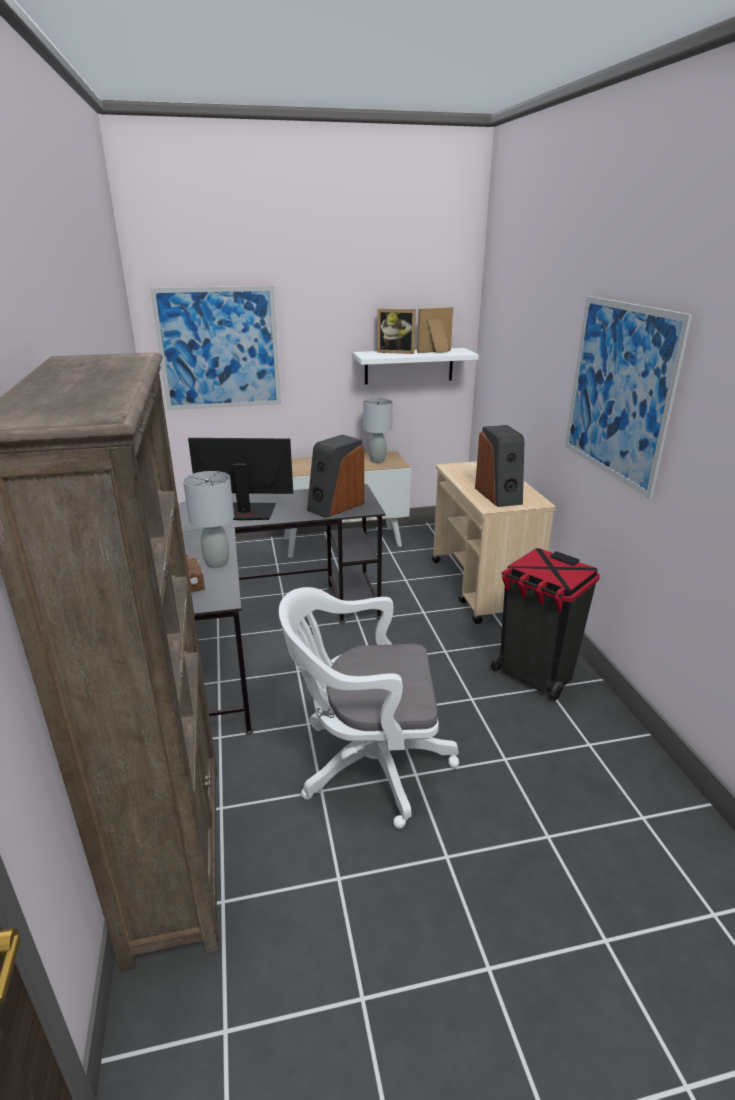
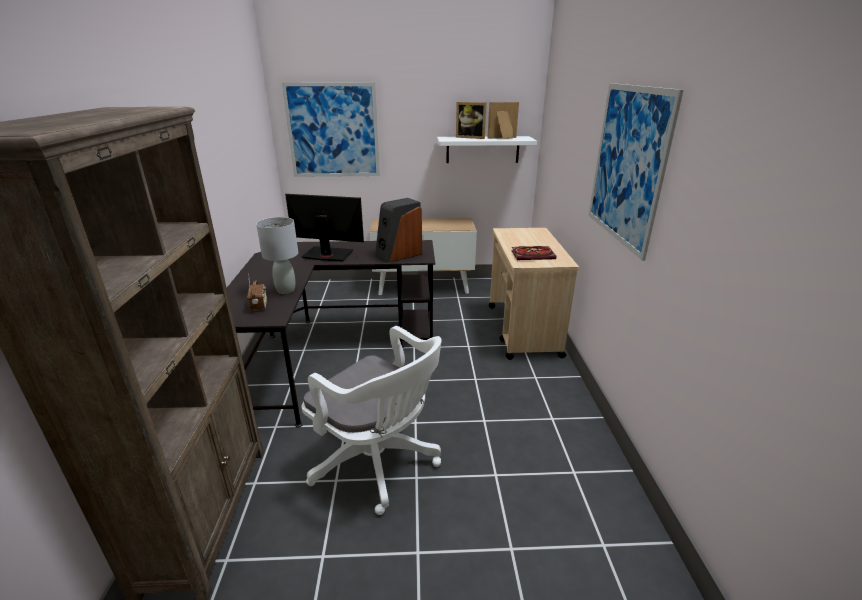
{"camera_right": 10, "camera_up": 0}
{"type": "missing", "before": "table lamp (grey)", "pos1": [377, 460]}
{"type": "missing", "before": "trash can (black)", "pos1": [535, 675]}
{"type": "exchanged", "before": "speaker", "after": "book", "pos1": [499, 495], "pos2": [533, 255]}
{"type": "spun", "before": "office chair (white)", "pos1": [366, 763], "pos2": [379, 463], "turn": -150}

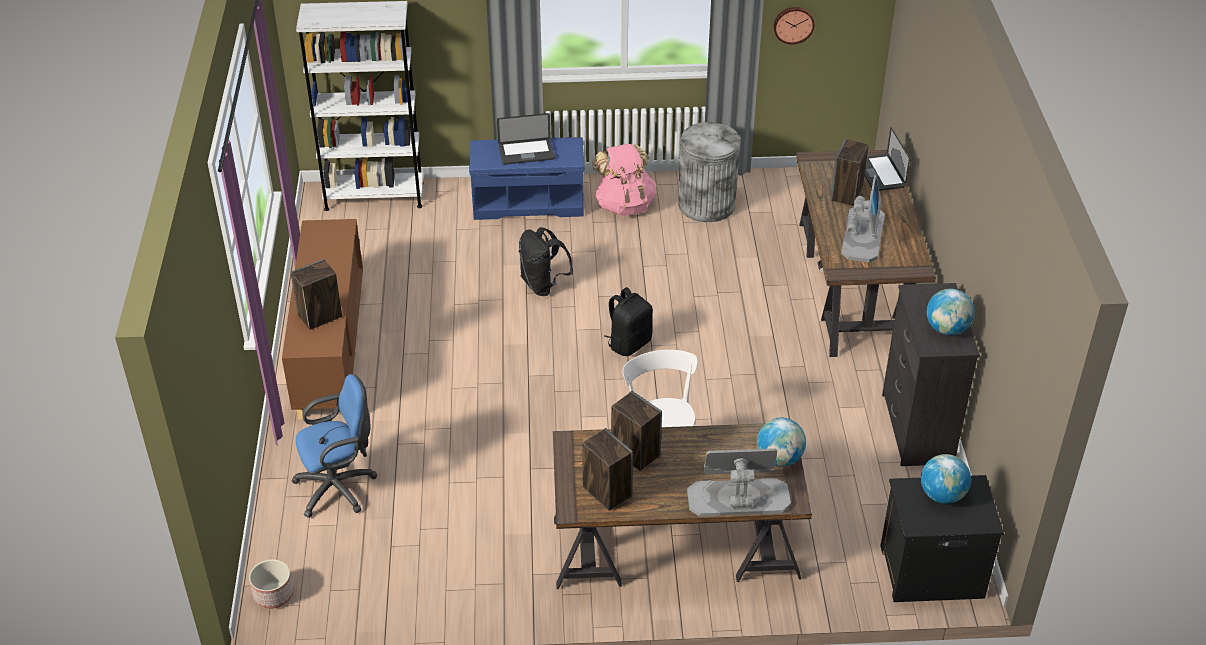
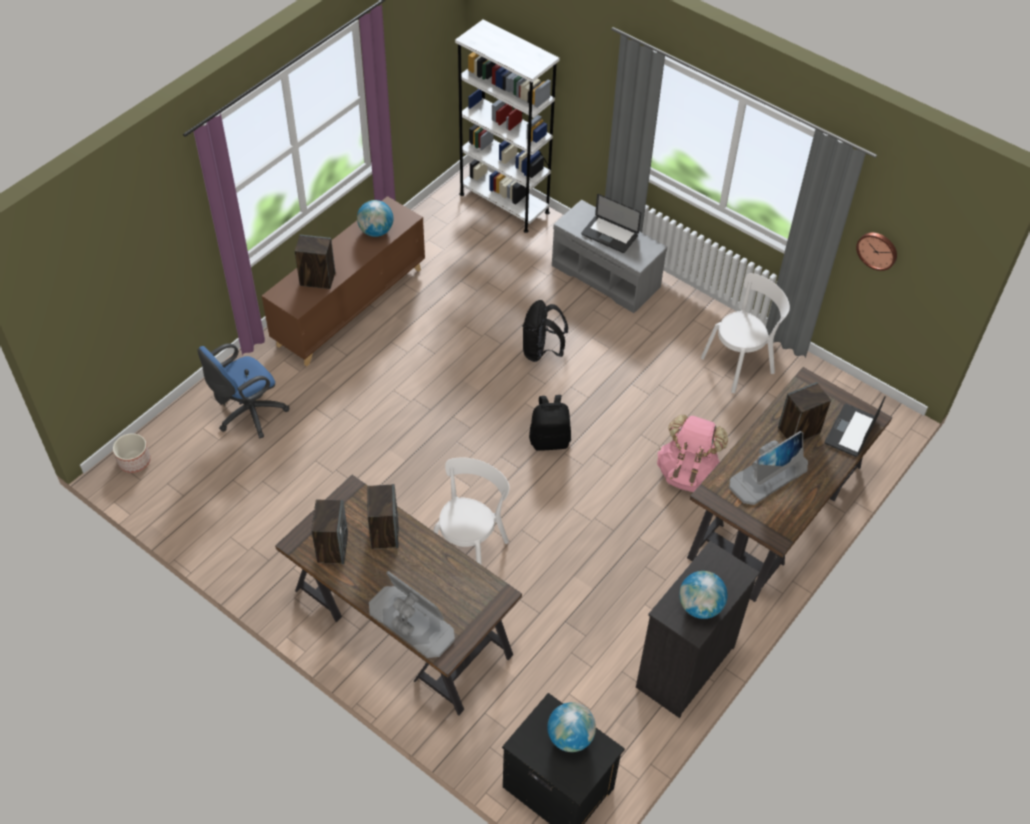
{"camera_right": 40, "camera_up": 10}
{"type": "relocated", "before": "backpack (pink)", "pos1": [624, 205], "pos2": [688, 472]}
{"type": "relocated", "before": "globe", "pos1": [779, 458], "pos2": [376, 231]}
{"type": "exchanged", "before": "trash can (grey)", "after": "chair (white)", "pos1": [707, 204], "pos2": [740, 363]}
{"type": "colour", "before": "bench (blue)", "after": "bench (grey)", "pos1": [529, 202], "pos2": [607, 276]}
{"type": "spun", "before": "office chair (blue)", "pos1": [339, 487], "pos2": [248, 414], "turn": 120}

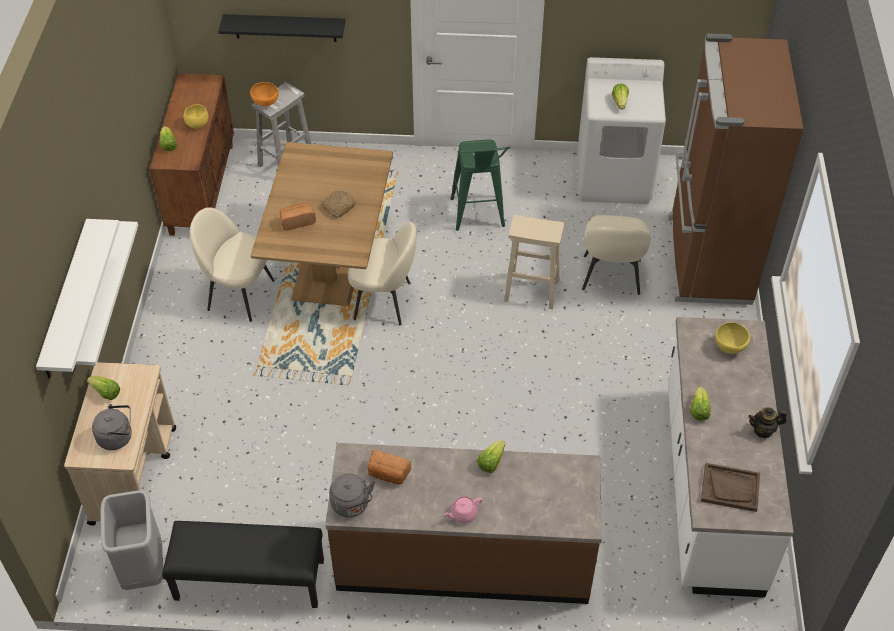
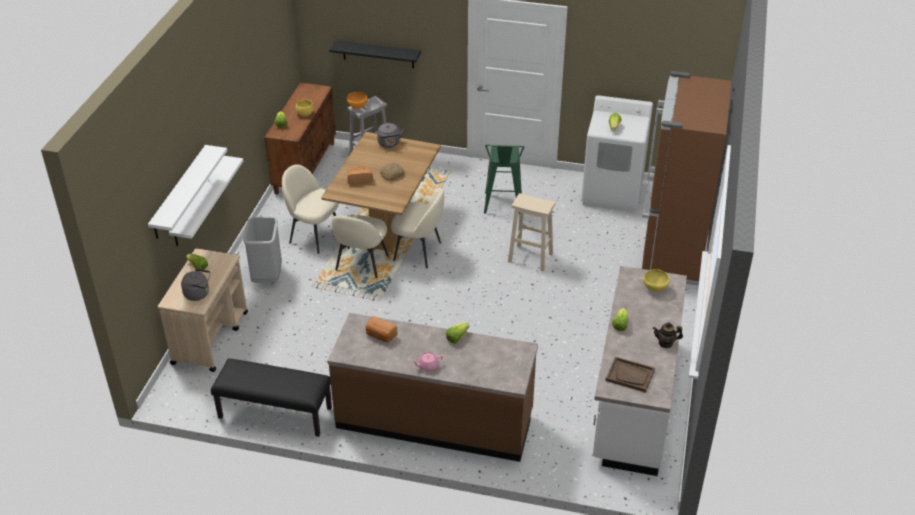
{"camera_right": 10, "camera_up": -10}
{"type": "relocated", "before": "trash can (grey)", "pos1": [142, 568], "pos2": [266, 277]}
{"type": "relocated", "before": "kettle (grey)", "pos1": [351, 506], "pos2": [389, 144]}
{"type": "relocated", "before": "chair (beige)", "pos1": [611, 276], "pos2": [361, 264]}

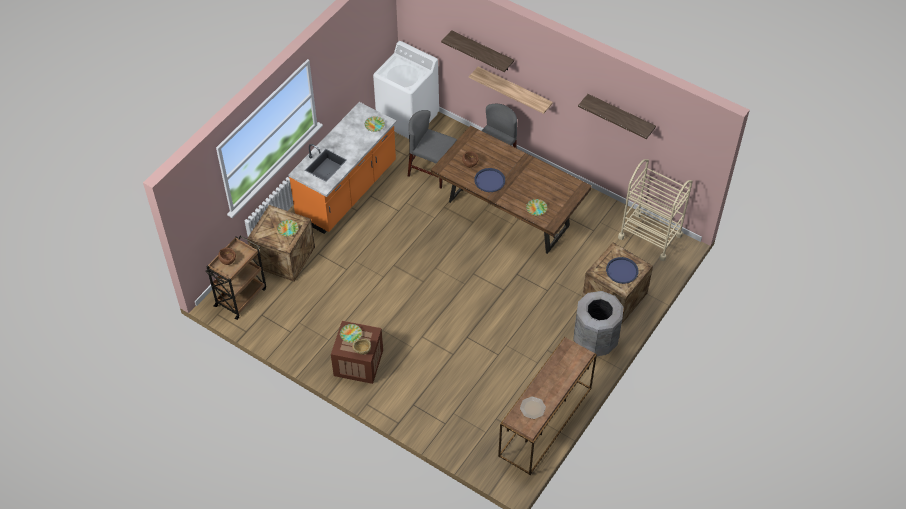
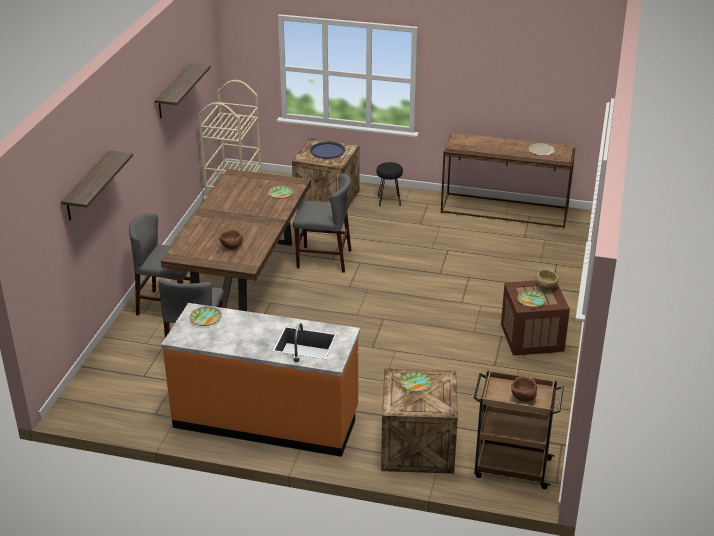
{"camera_right": -110, "camera_up": -20}
{"type": "missing", "before": "washing machine (white)", "pos1": [408, 118]}
{"type": "missing", "before": "shelf", "pos1": [514, 90]}
{"type": "missing", "before": "tray (blue)", "pos1": [489, 180]}
{"type": "appeared", "after": "chair (grey)", "pos2": [324, 259]}
{"type": "exchanged", "before": "trash can (grey)", "after": "stool (black)", "pos1": [595, 340], "pos2": [389, 201]}

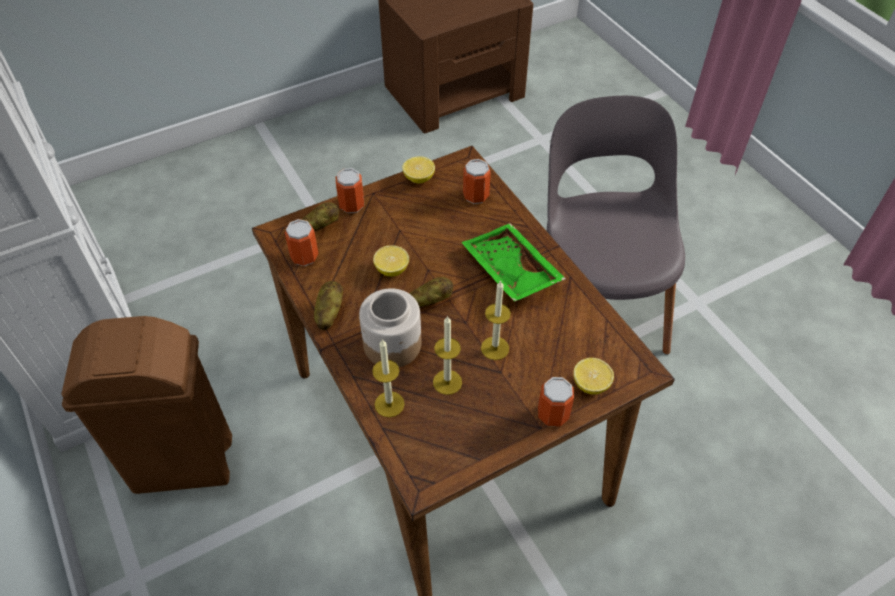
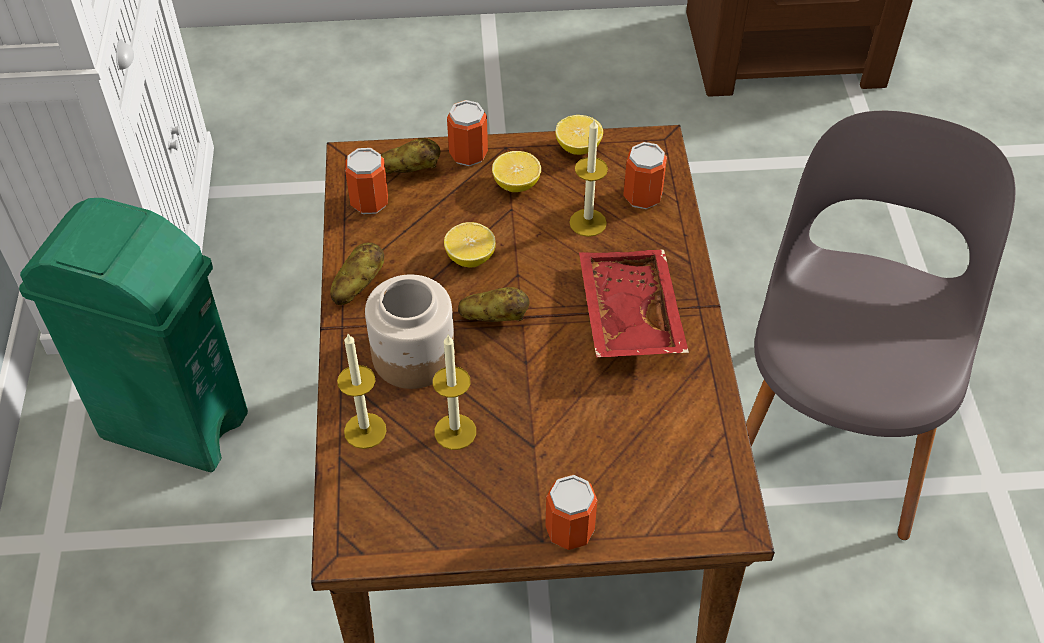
{"camera_right": 25, "camera_up": 0}
{"type": "relocated", "before": "candle", "pos1": [495, 348], "pos2": [588, 222]}
{"type": "relocated", "before": "lemon", "pos1": [590, 384], "pos2": [516, 184]}
{"type": "colour", "before": "trash can (brown)", "after": "trash can (green)", "pos1": [182, 463], "pos2": [174, 424]}
{"type": "colour", "before": "tray (green)", "after": "tray (red)", "pos1": [509, 271], "pos2": [626, 315]}

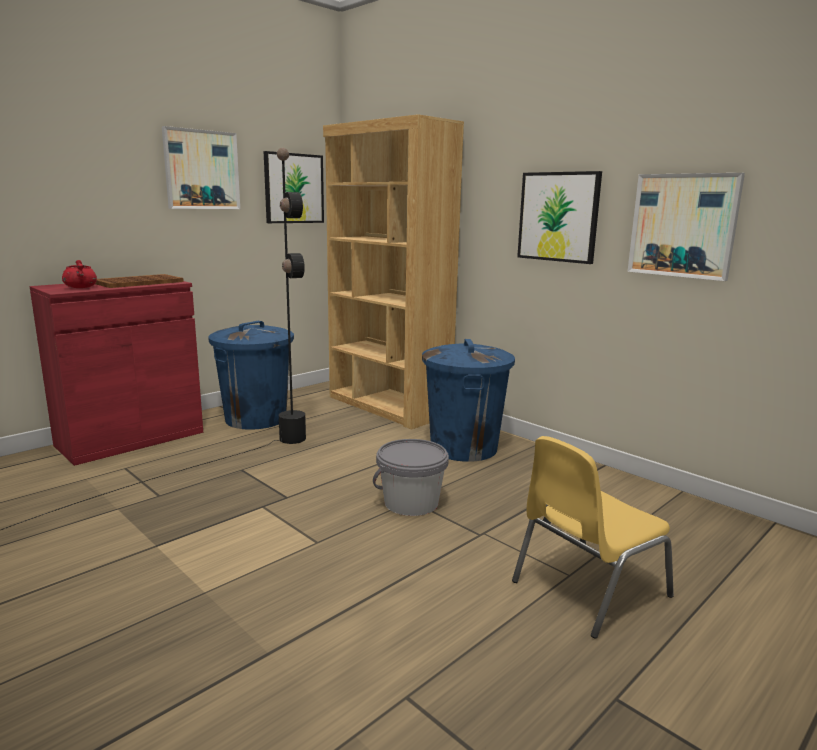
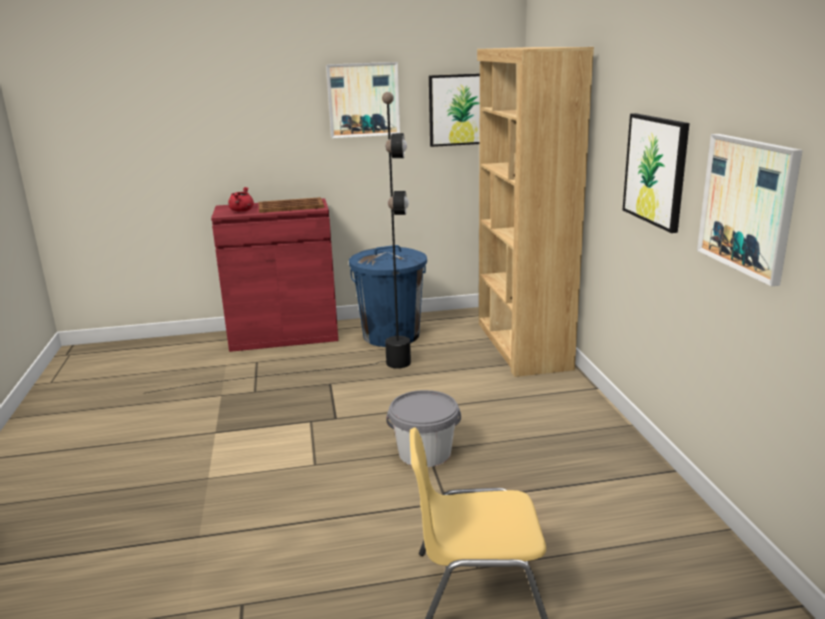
{"camera_right": 35, "camera_up": 5}
{"type": "missing", "before": "trash can (blue)", "pos1": [464, 448]}

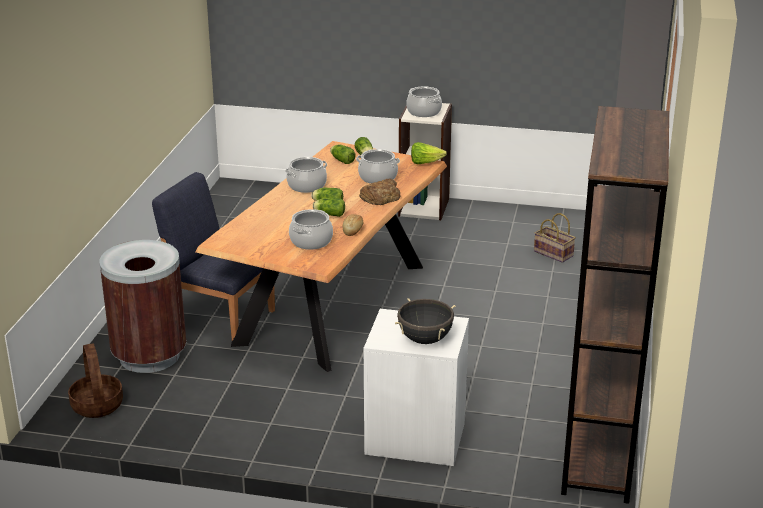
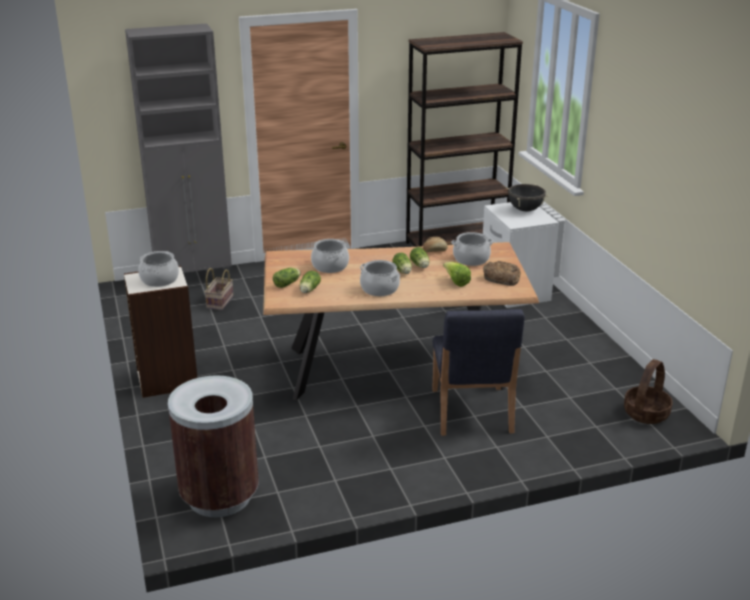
{"camera_right": -120, "camera_up": 0}
{"type": "relocated", "before": "trash can (brown)", "pos1": [150, 356], "pos2": [219, 496]}
{"type": "relocated", "before": "bread", "pos1": [380, 197], "pos2": [501, 277]}
{"type": "relocated", "before": "lettuce", "pos1": [425, 163], "pos2": [456, 282]}

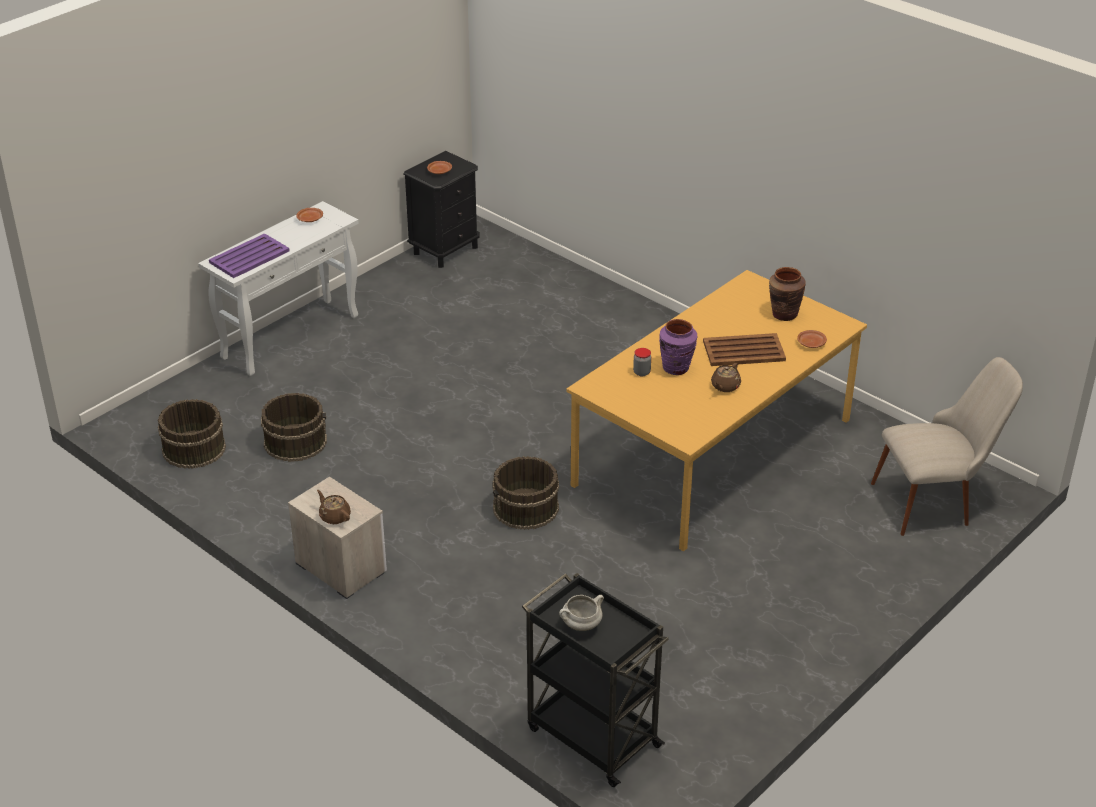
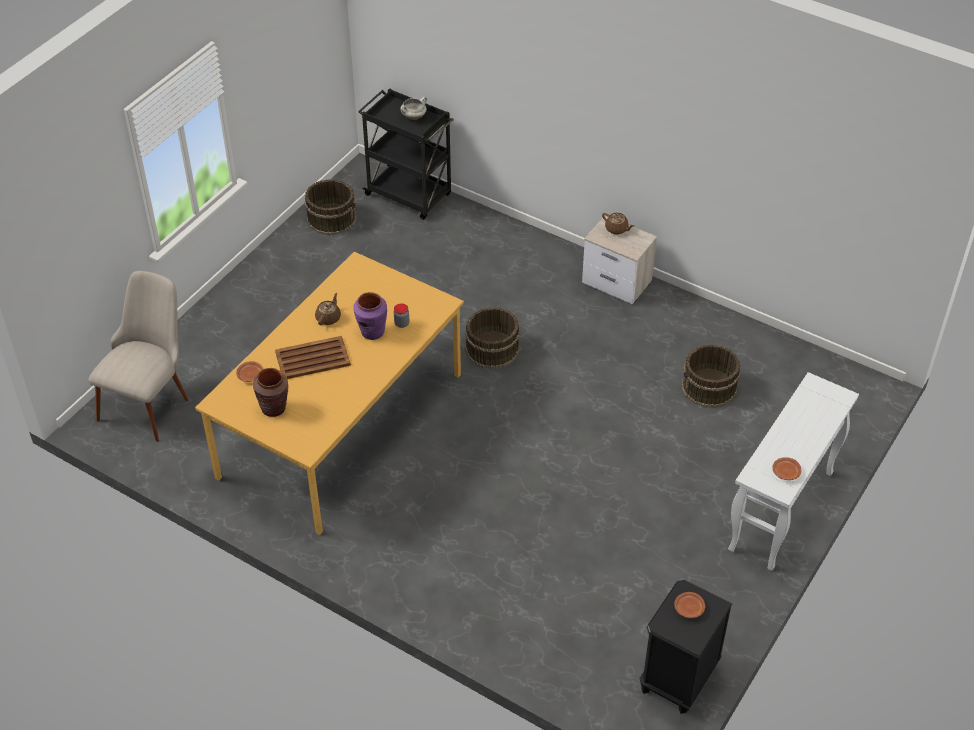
{"camera_right": 170, "camera_up": 10}
{"type": "missing", "before": "tray (purple)", "pos1": [248, 257]}
{"type": "relocated", "before": "bucket (brown)", "pos1": [193, 449], "pos2": [332, 218]}
{"type": "spun", "before": "chair (beige)", "pos1": [936, 501], "pos2": [151, 399], "turn": 135}

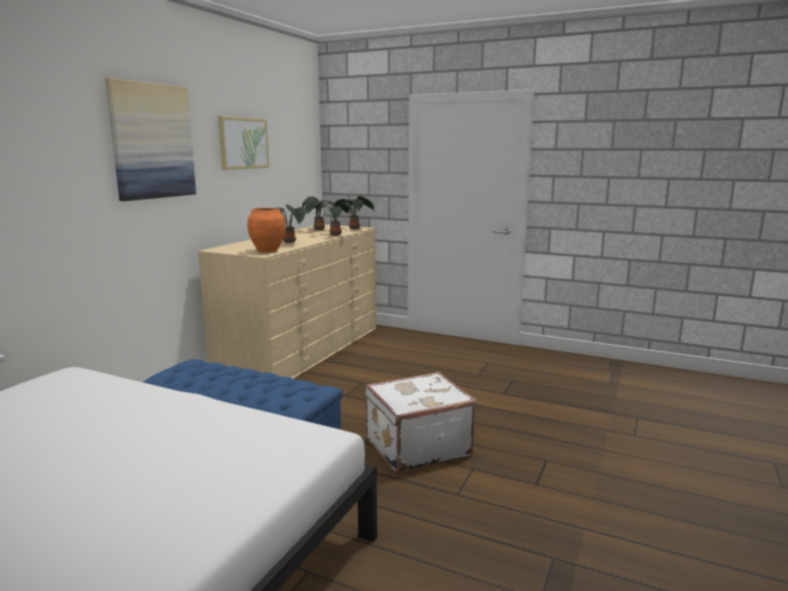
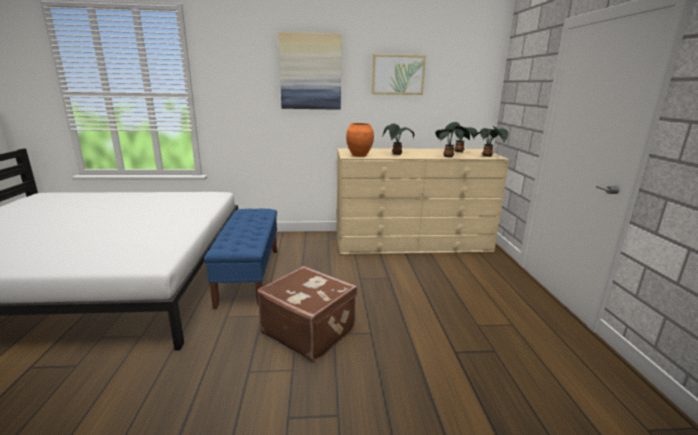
{"camera_right": 60, "camera_up": 5}
{"type": "colour", "before": "suitcase (white)", "after": "suitcase (brown)", "pos1": [416, 446], "pos2": [309, 331]}

